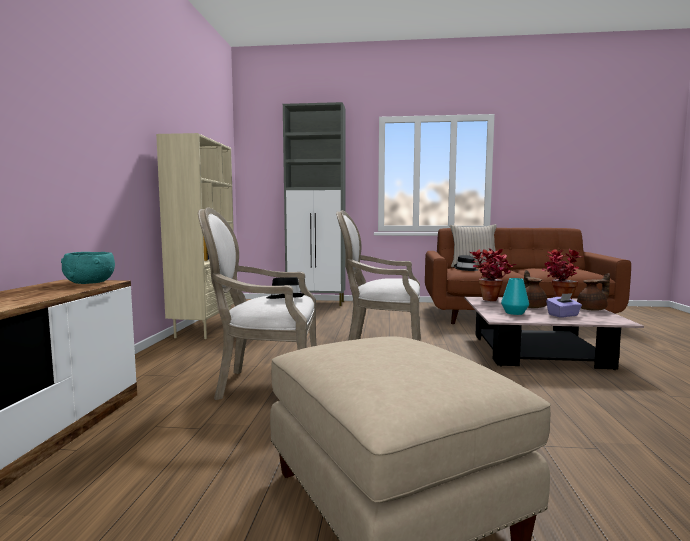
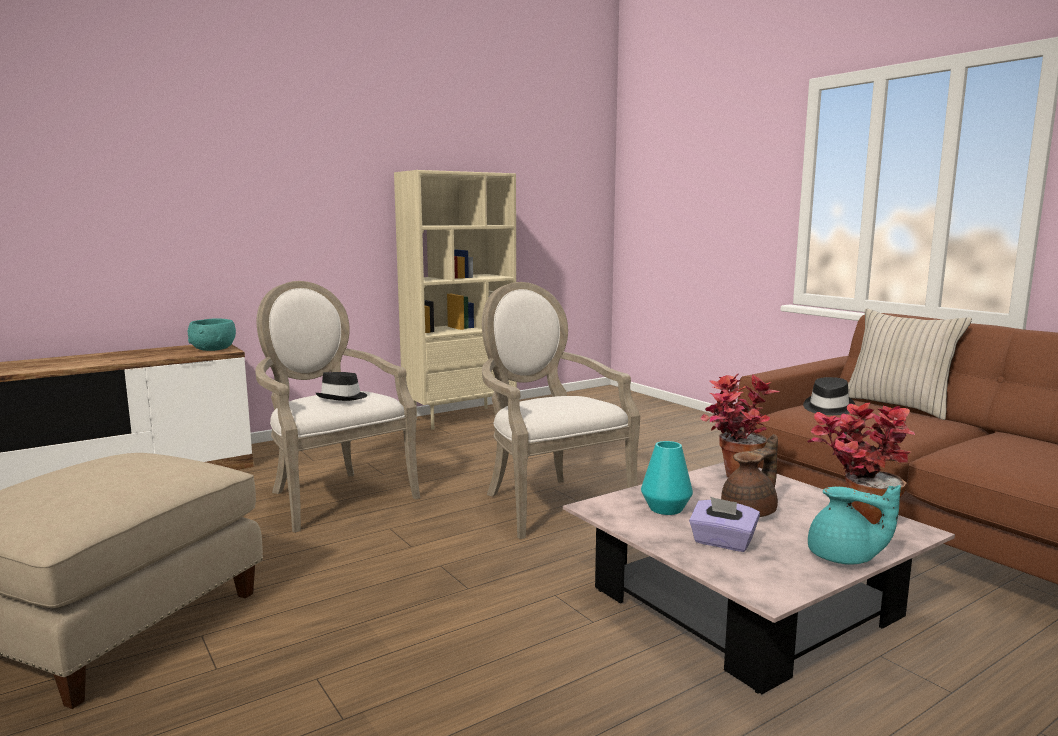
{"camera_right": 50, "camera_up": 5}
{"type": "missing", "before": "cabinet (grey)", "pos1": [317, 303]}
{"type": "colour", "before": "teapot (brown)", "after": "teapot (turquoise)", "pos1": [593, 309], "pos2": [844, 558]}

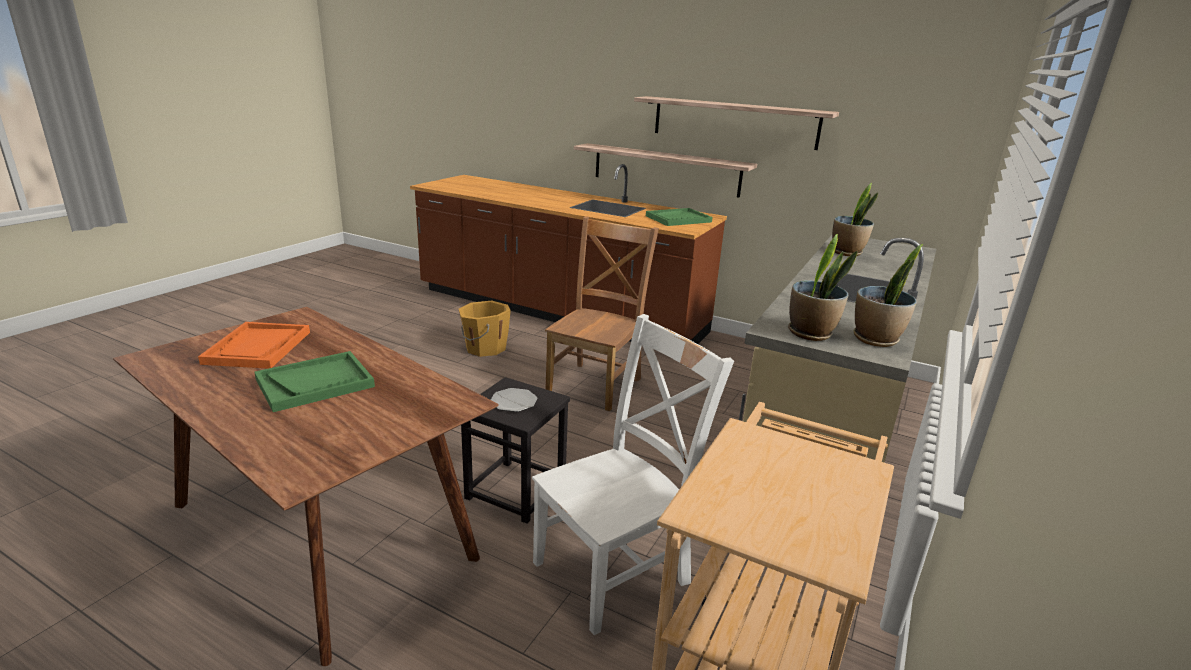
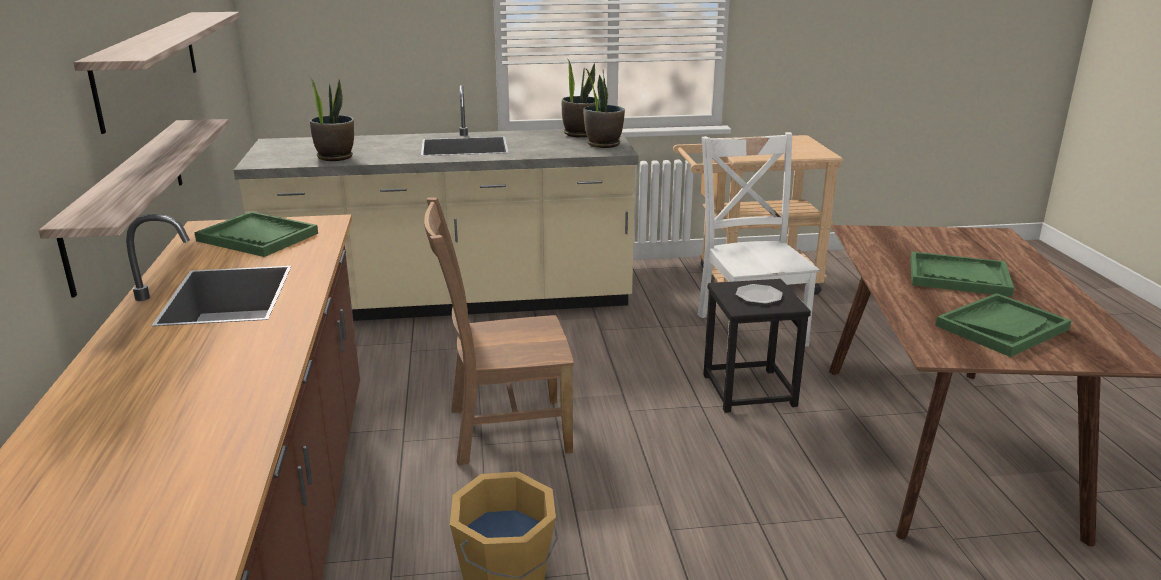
{"camera_right": -125, "camera_up": 0}
{"type": "colour", "before": "tray (orange)", "after": "tray (green)", "pos1": [258, 347], "pos2": [1002, 327]}
{"type": "spun", "before": "chair (white)", "pos1": [616, 570], "pos2": [750, 327], "turn": 60}

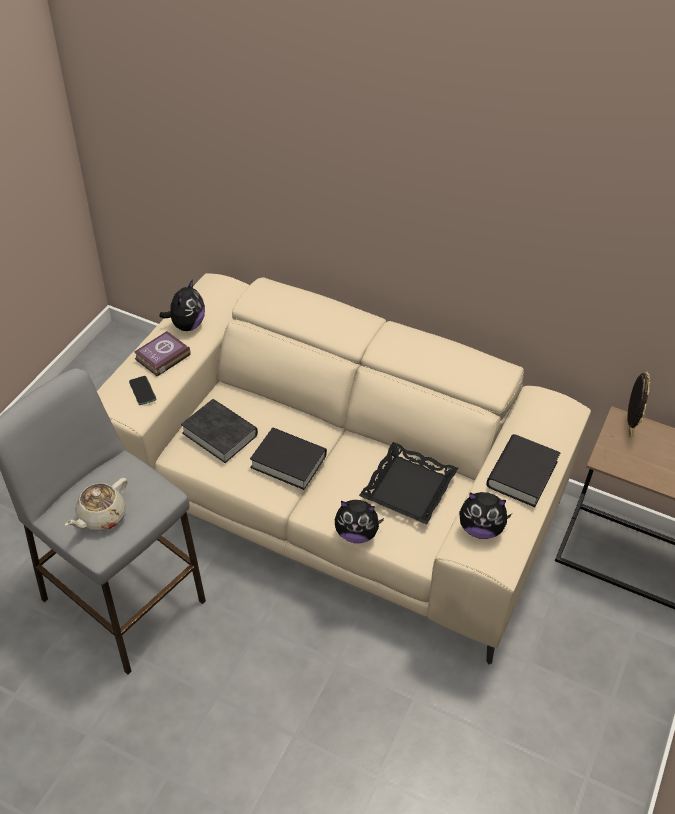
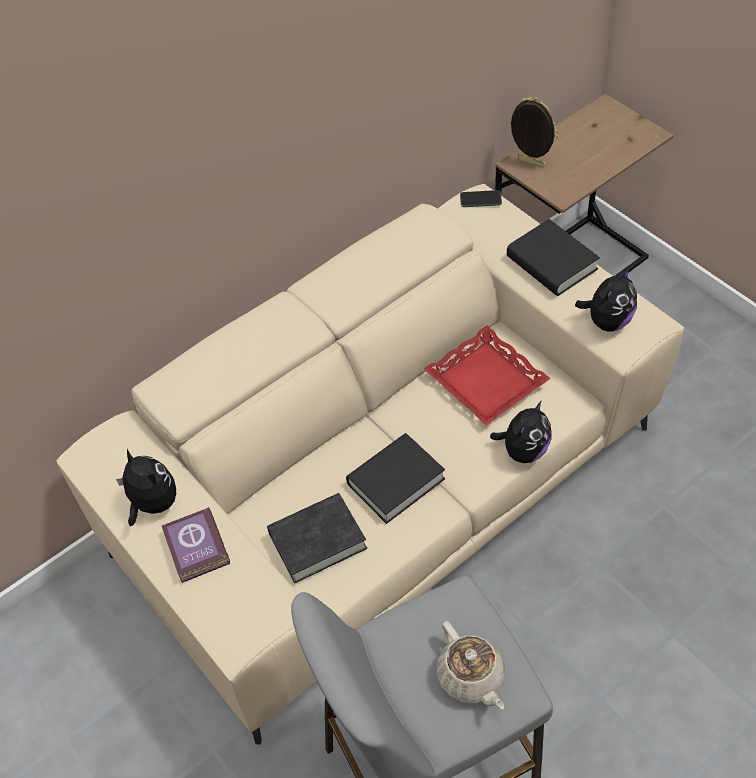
{"camera_right": -60, "camera_up": 5}
{"type": "relocated", "before": "phone", "pos1": [142, 391], "pos2": [480, 199]}
{"type": "colour", "before": "tray (black)", "after": "tray (red)", "pos1": [407, 487], "pos2": [485, 381]}

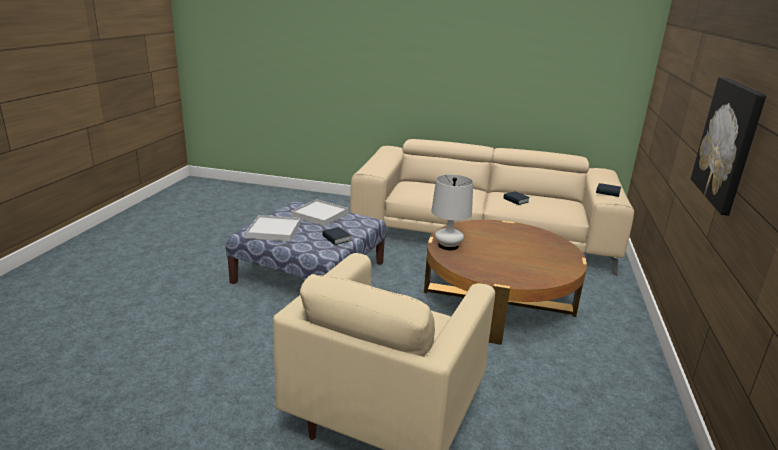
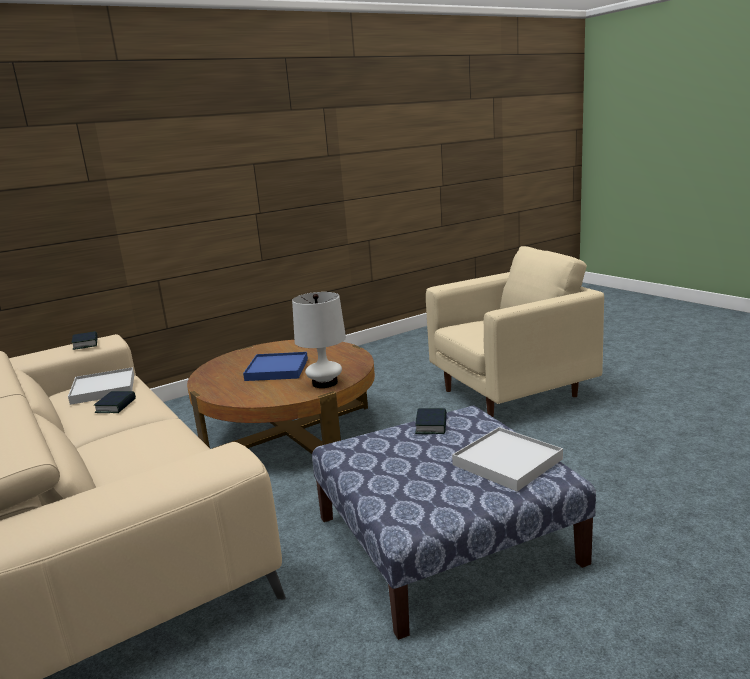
{"camera_right": -135, "camera_up": -5}
{"type": "missing", "before": "picture", "pos1": [728, 143]}
{"type": "appeared", "after": "tray (blue)", "pos2": [277, 369]}
{"type": "relocated", "before": "tray (white)", "pos1": [320, 215], "pos2": [104, 389]}

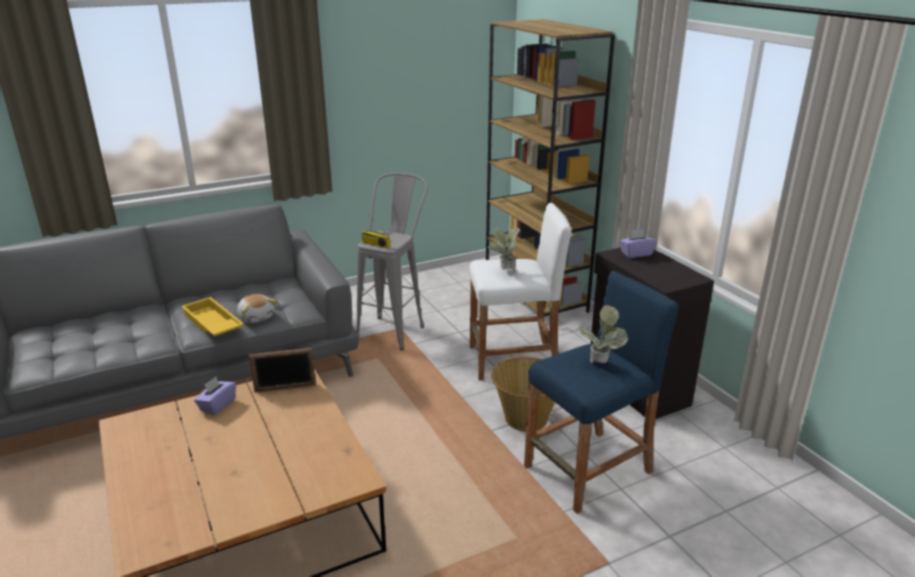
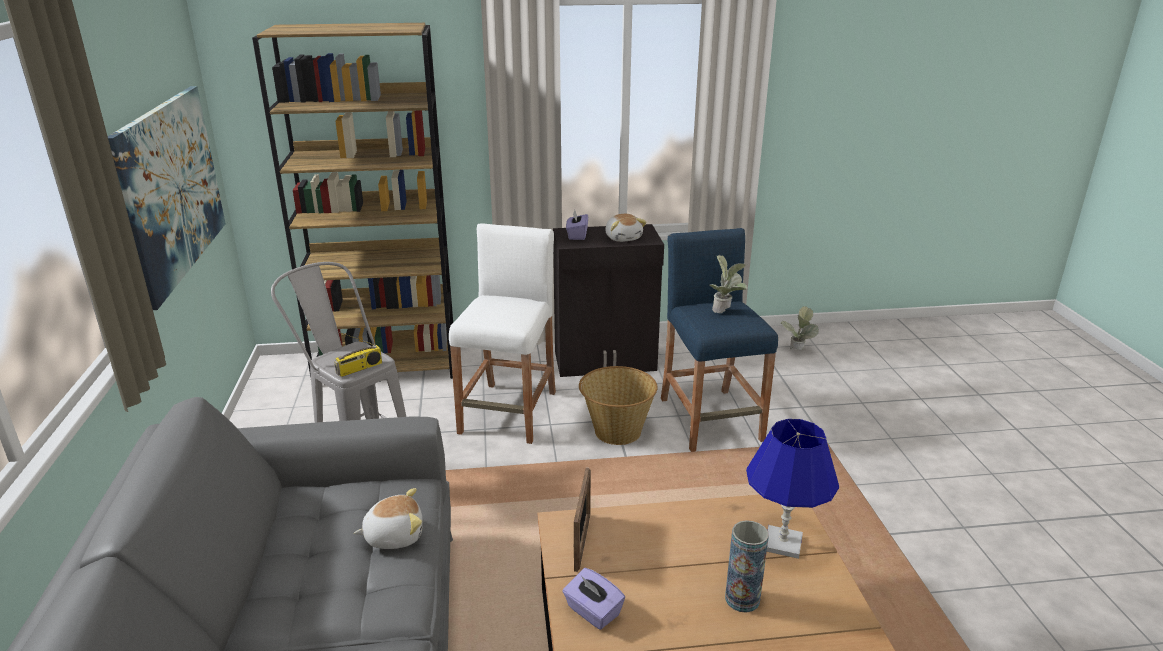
{"camera_right": -70, "camera_up": 0}
{"type": "missing", "before": "tray (yellow)", "pos1": [211, 324]}
{"type": "appeared", "after": "picture", "pos2": [171, 188]}
{"type": "appeared", "after": "plush toy", "pos2": [623, 238]}
{"type": "appeared", "after": "vase", "pos2": [742, 599]}
{"type": "appeared", "after": "table lamp (blue)", "pos2": [782, 543]}
{"type": "relocated", "before": "potted plant", "pos1": [504, 271], "pos2": [796, 351]}

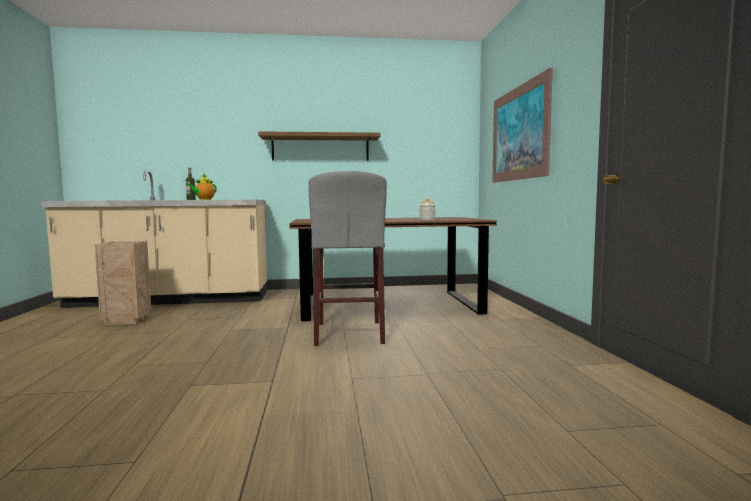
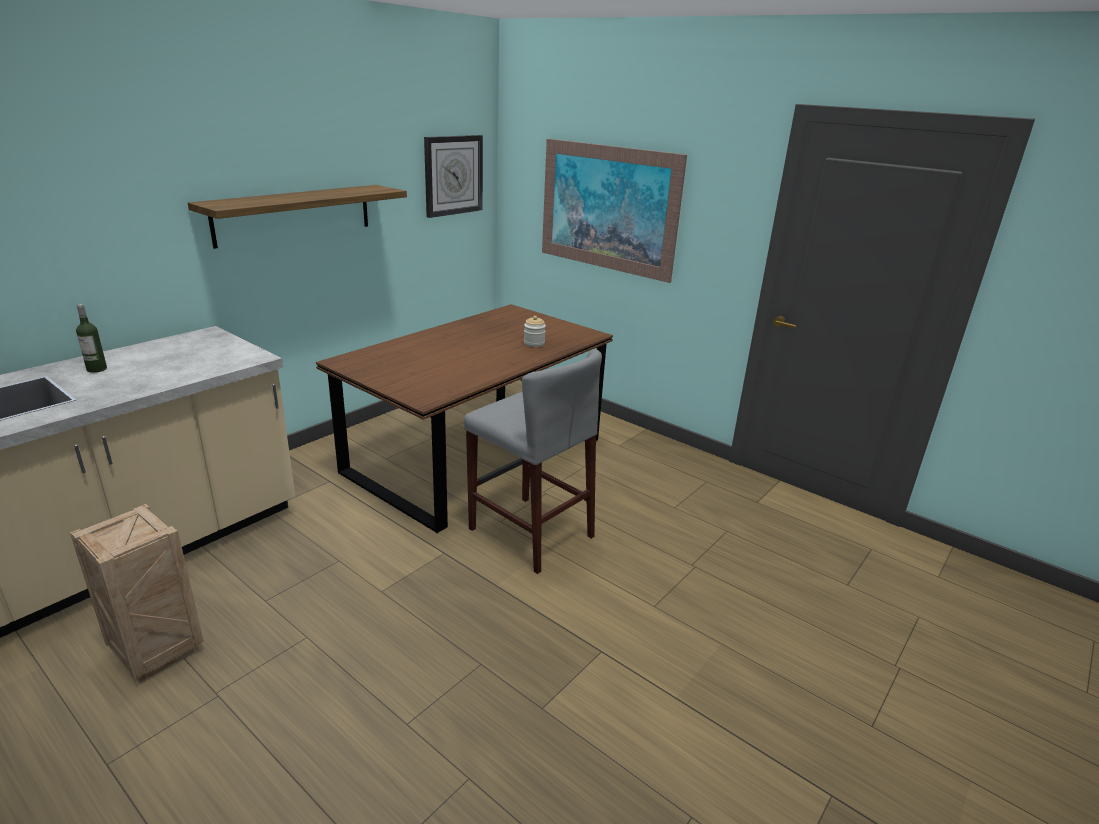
{"camera_right": -45, "camera_up": 20}
{"type": "missing", "before": "teapot", "pos1": [203, 199]}
{"type": "appeared", "after": "wall clock", "pos2": [453, 175]}

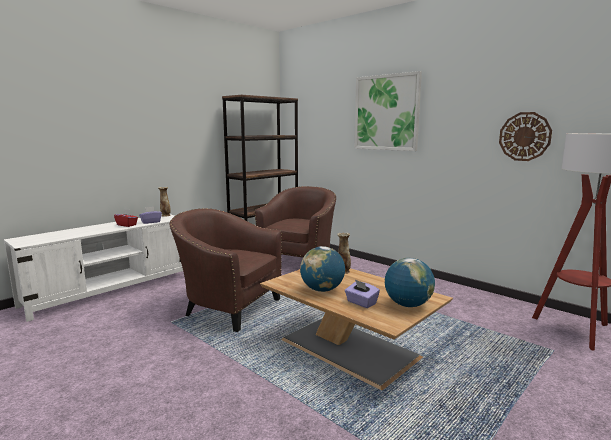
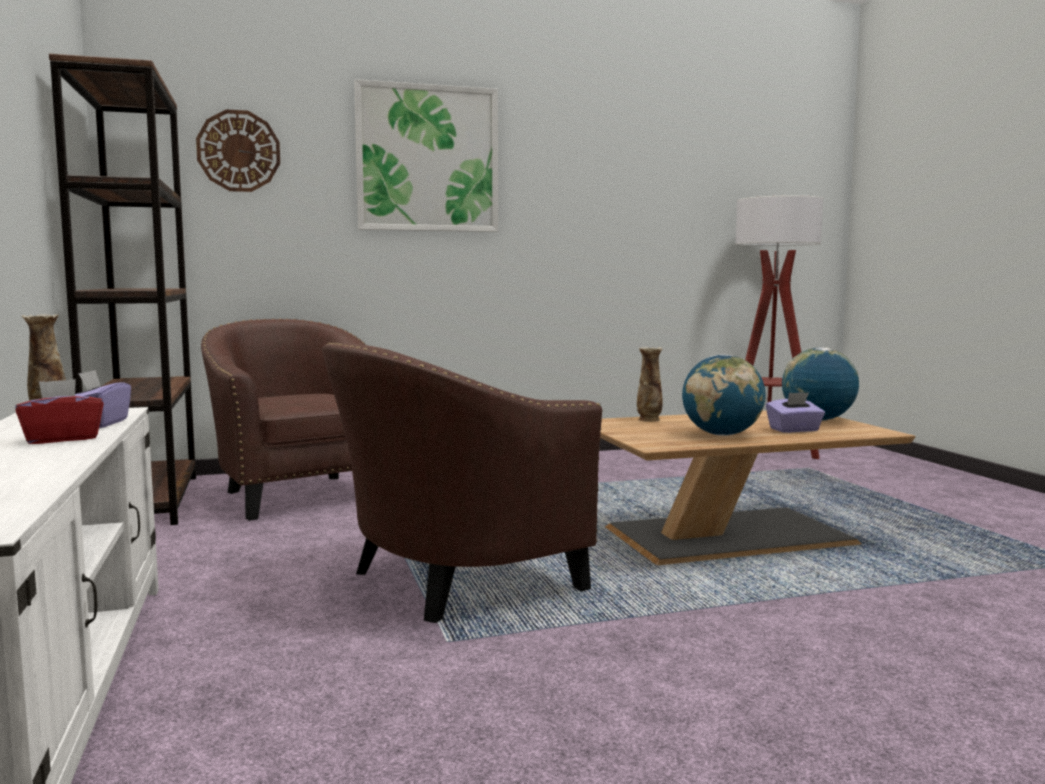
{"camera_right": -60, "camera_up": -5}
{"type": "relocated", "before": "wall clock", "pos1": [524, 136], "pos2": [238, 151]}

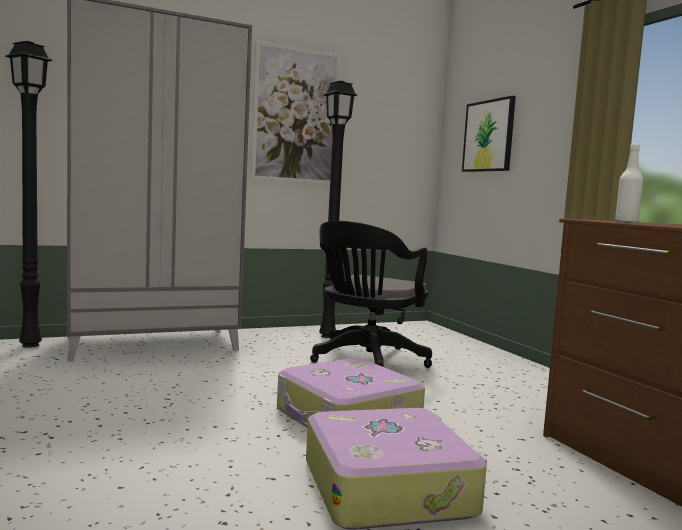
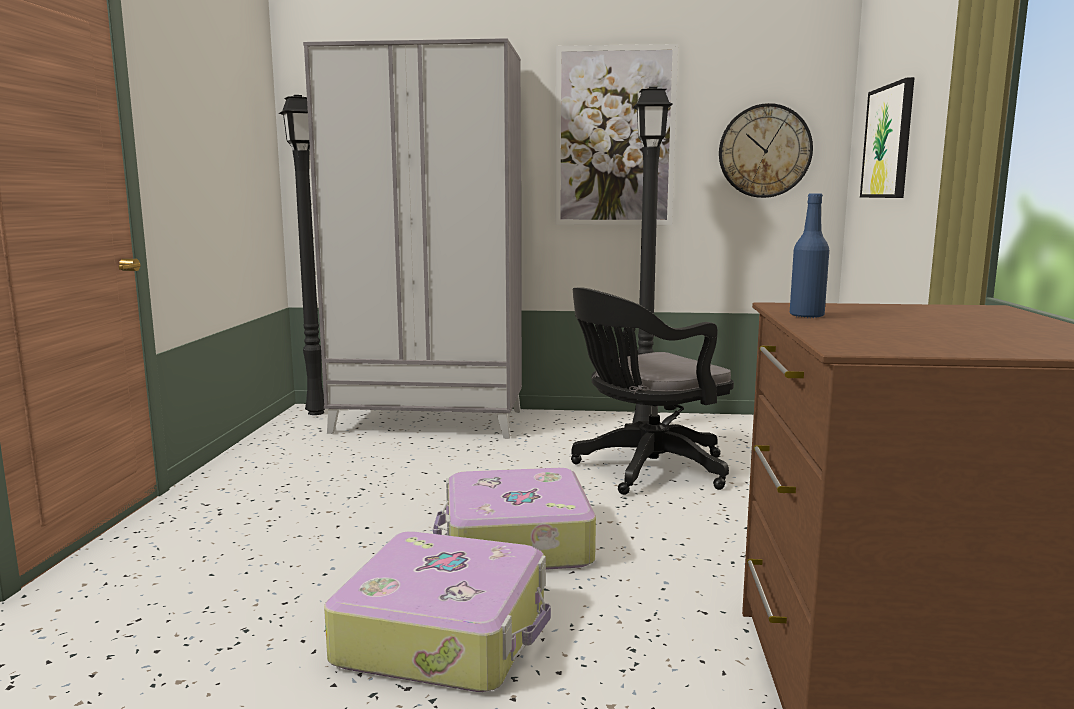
{"camera_right": 30, "camera_up": 5}
{"type": "appeared", "after": "wall clock", "pos2": [764, 151]}
{"type": "colour", "before": "bottle (white)", "after": "bottle (blue)", "pos1": [626, 222], "pos2": [806, 316]}

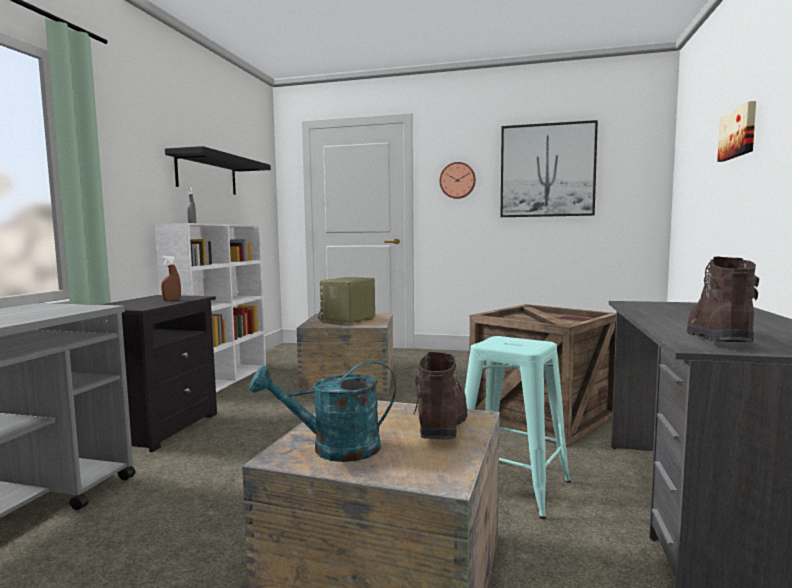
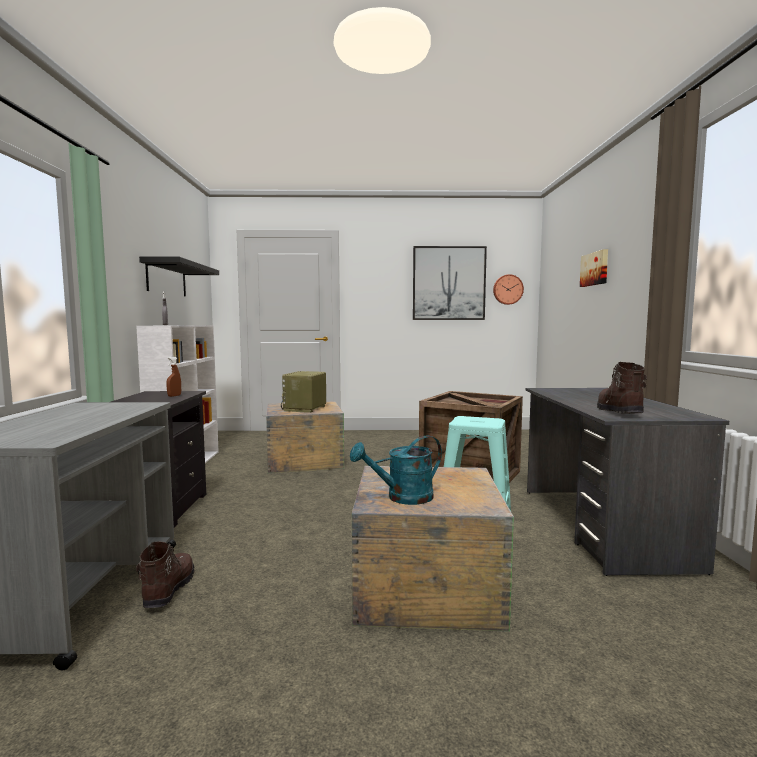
{"camera_right": -15, "camera_up": 0}
{"type": "relocated", "before": "boot (brown)", "pos1": [441, 425], "pos2": [168, 590]}
{"type": "relocated", "before": "wall clock", "pos1": [457, 180], "pos2": [507, 289]}

